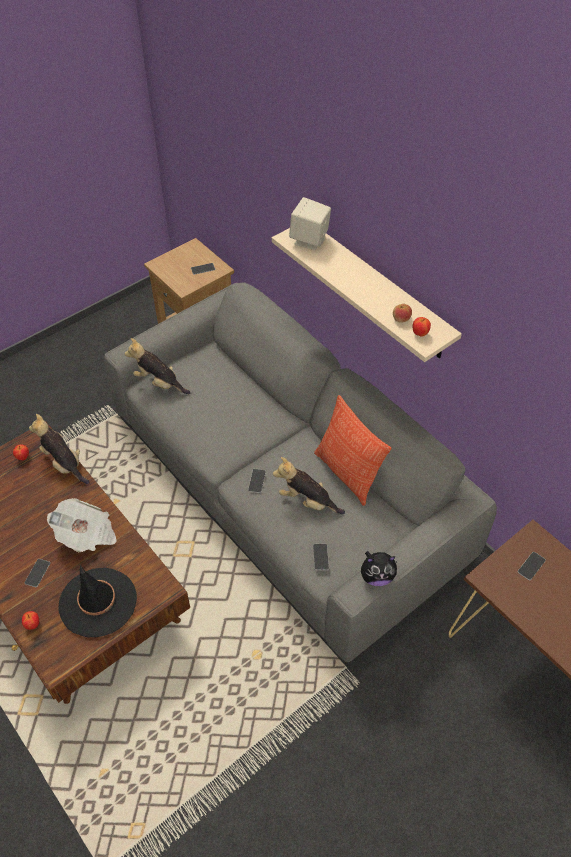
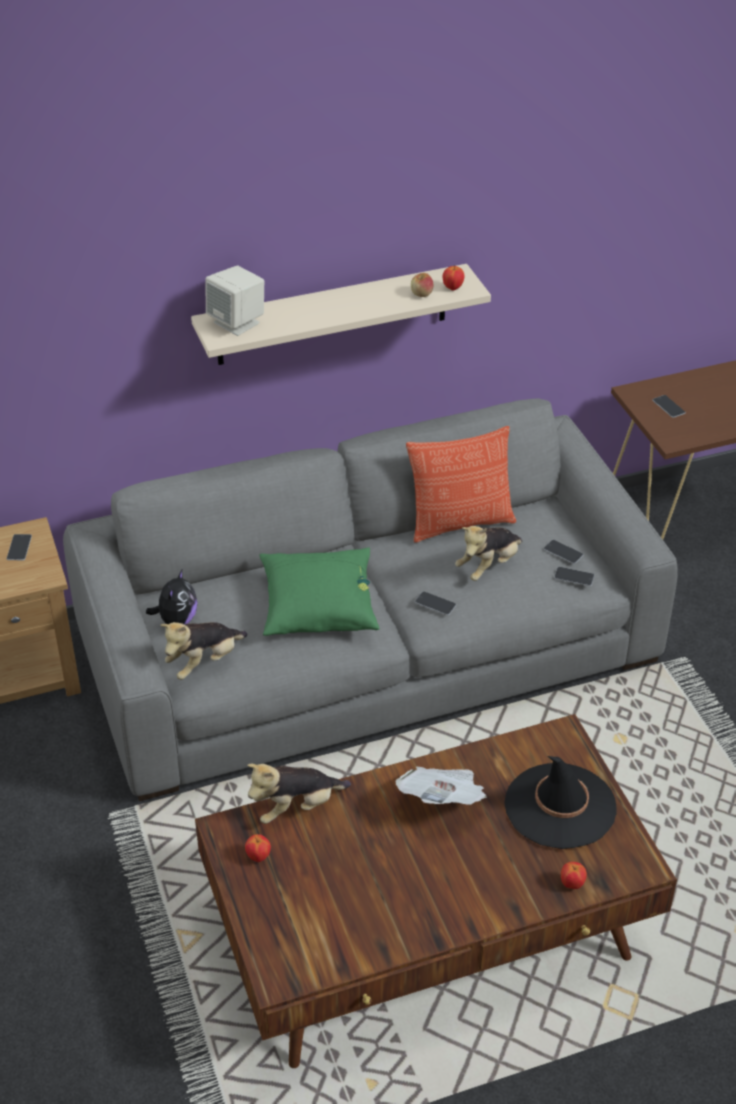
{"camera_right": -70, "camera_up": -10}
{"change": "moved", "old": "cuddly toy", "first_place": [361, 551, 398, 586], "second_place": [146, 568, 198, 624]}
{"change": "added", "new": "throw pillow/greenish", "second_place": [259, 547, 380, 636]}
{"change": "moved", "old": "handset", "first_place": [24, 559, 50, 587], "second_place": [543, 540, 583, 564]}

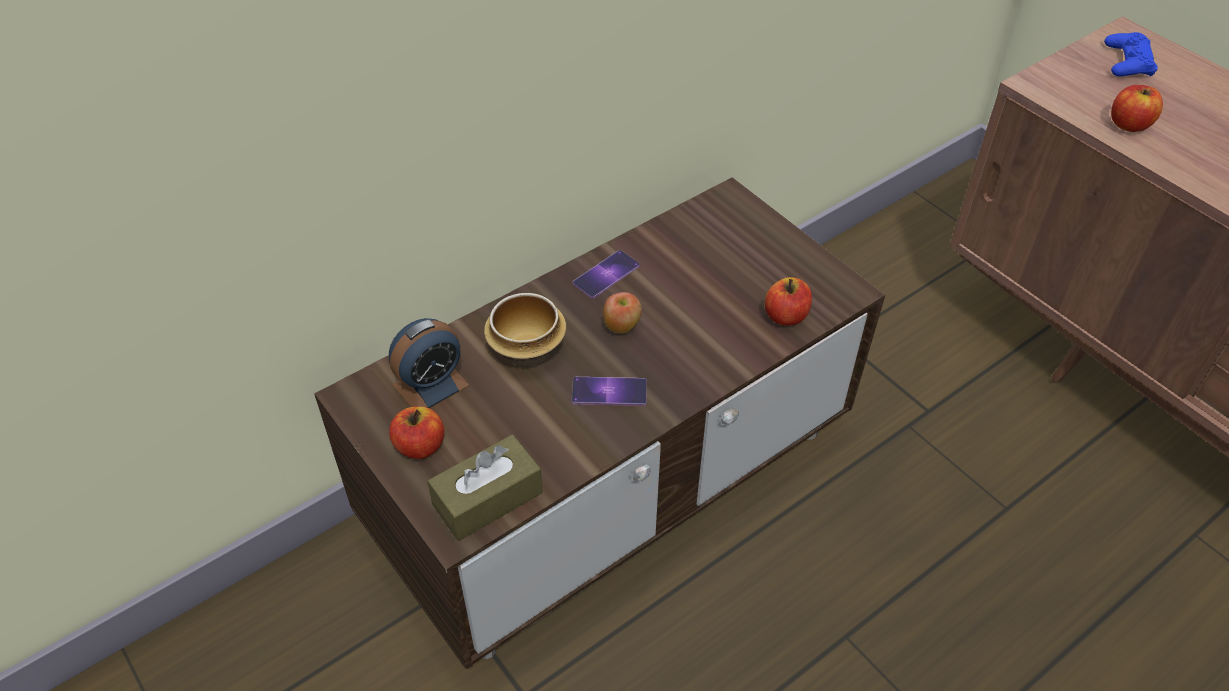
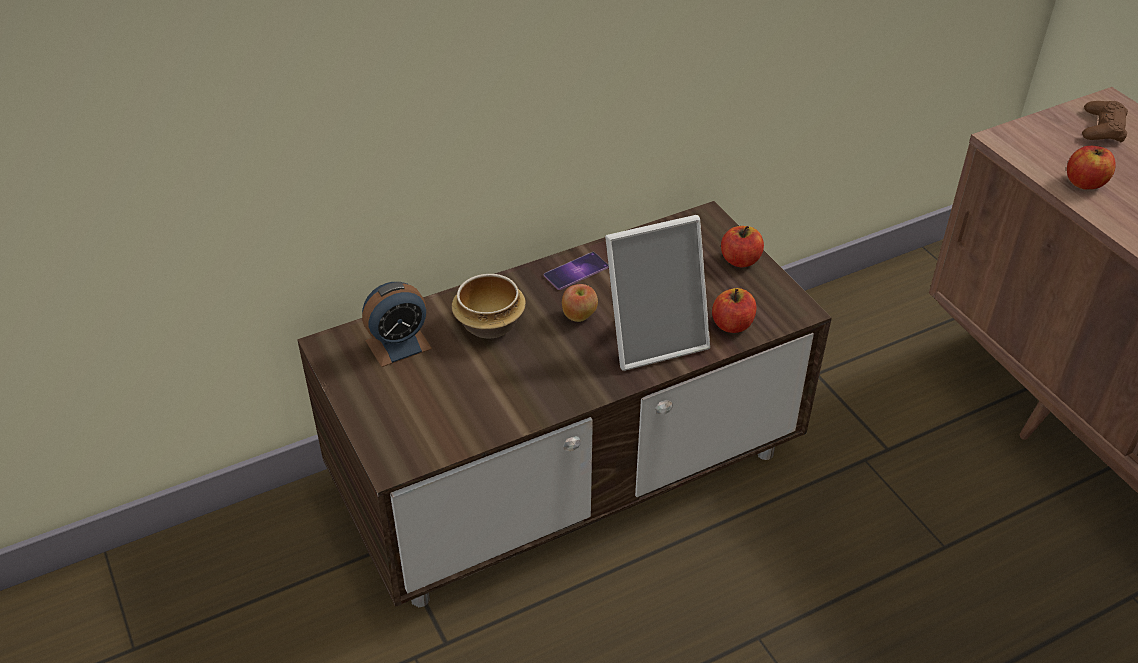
{"camera_right": 10, "camera_up": -5}
{"change": "added", "new": "photo frame", "second_place": [605, 215, 710, 371]}
{"change": "moved", "old": "whole apple", "first_place": [389, 406, 444, 459], "second_place": [721, 226, 764, 267]}
{"change": "recoloured", "old": "joypad/blue", "new": "joypad/brownish", "first_place": [1104, 32, 1158, 76], "second_place": [1082, 101, 1128, 143]}
{"change": "removed", "old": "tissue holder/brownish", "first_place": [427, 435, 543, 541]}
{"change": "removed", "old": "handset", "first_place": [572, 377, 647, 406]}

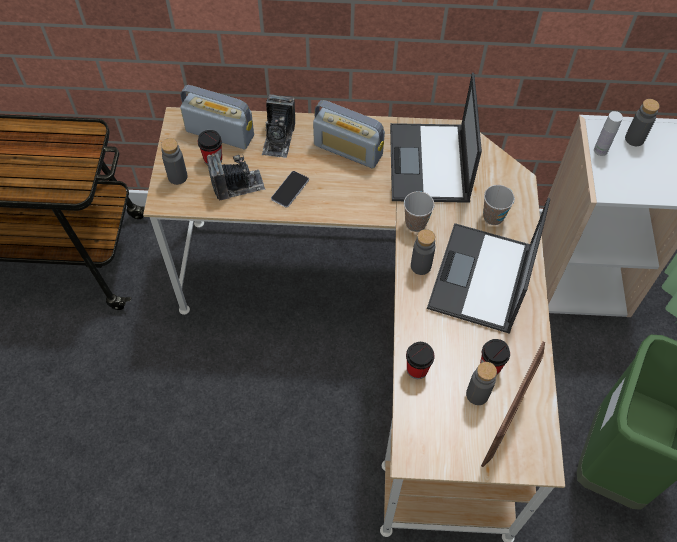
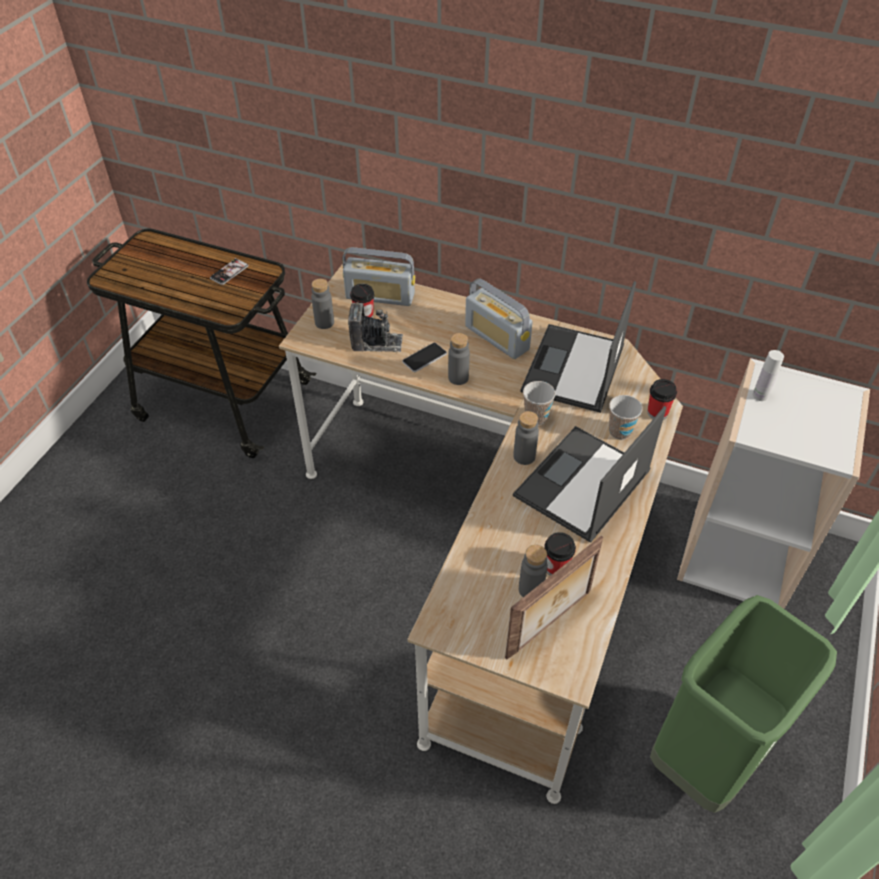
{"camera_right": 20, "camera_up": -10}
{"change": "added", "new": "handset", "second_place": [210, 258, 248, 285]}
{"change": "turned", "old": "radio set", "first_place": [180, 85, 254, 150], "second_place": [342, 247, 415, 306], "degrees": 150}
{"change": "moved", "old": "beverage bottle/gray", "first_place": [625, 99, 660, 146], "second_place": [448, 333, 470, 385]}
{"change": "moved", "old": "small cup", "first_place": [406, 342, 435, 379], "second_place": [647, 379, 677, 420]}
{"change": "removed", "old": "still camera", "first_place": [262, 94, 295, 158]}

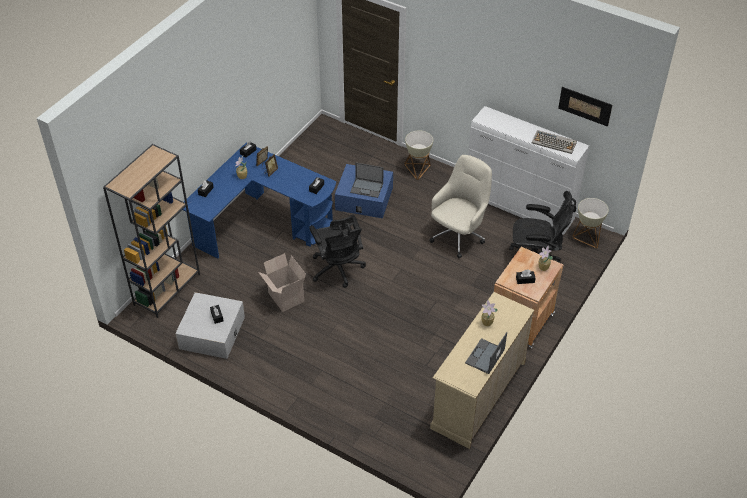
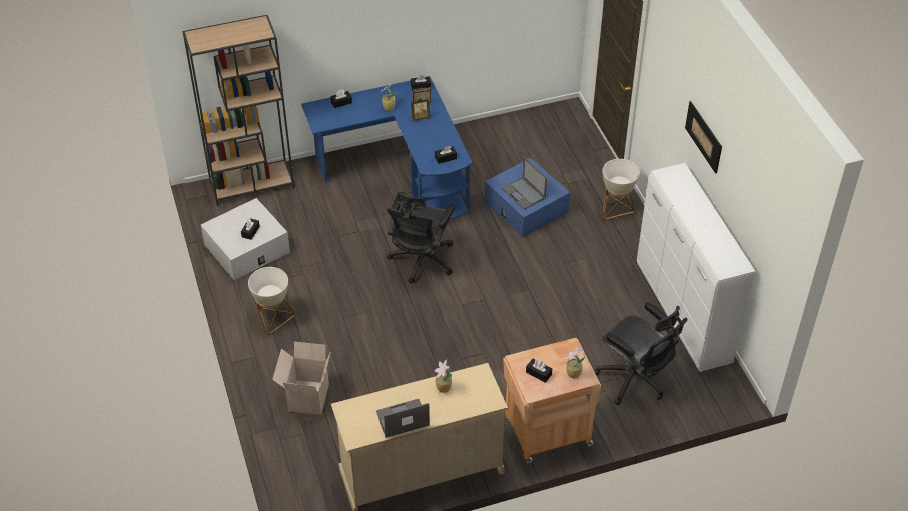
{"camera_right": 40, "camera_up": 0}
{"change": "moved", "old": "flower pot", "first_place": [573, 198, 609, 248], "second_place": [248, 267, 296, 335]}
{"change": "moved", "old": "packing box", "first_place": [258, 253, 306, 312], "second_place": [272, 342, 330, 415]}
{"change": "moved", "old": "picture", "first_place": [558, 87, 612, 127], "second_place": [685, 101, 722, 174]}
{"change": "removed", "old": "office chair/beige", "first_place": [429, 155, 492, 258]}
{"change": "removed", "old": "computer keyboard", "first_place": [532, 130, 577, 154]}

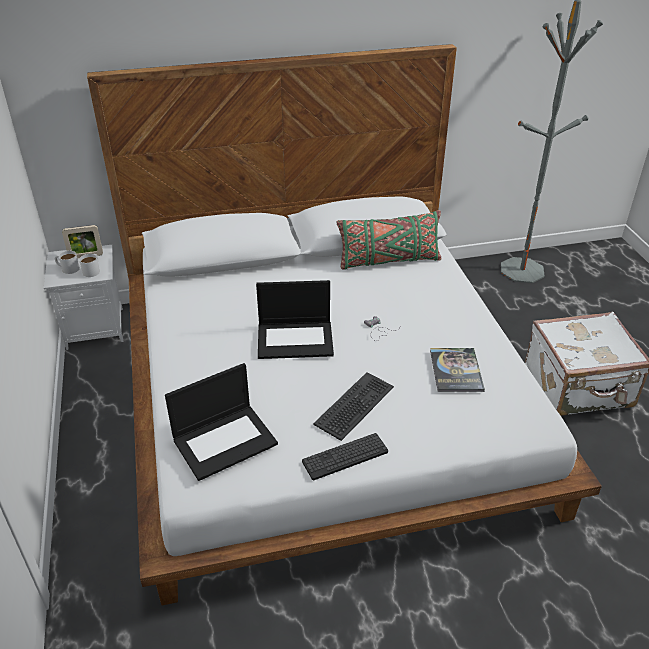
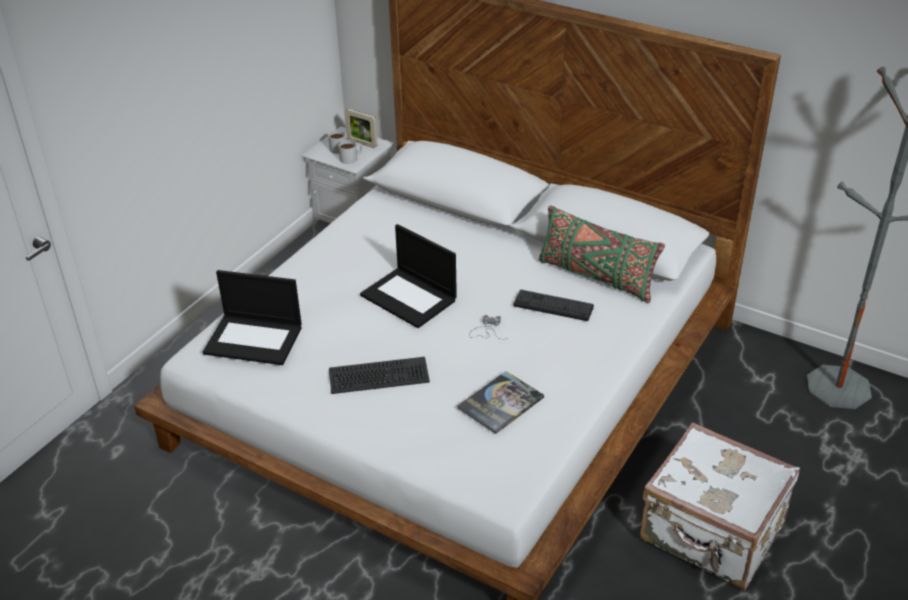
{"camera_right": 45, "camera_up": 0}
{"change": "moved", "old": "computer keyboard", "first_place": [302, 433, 388, 480], "second_place": [514, 290, 594, 321]}

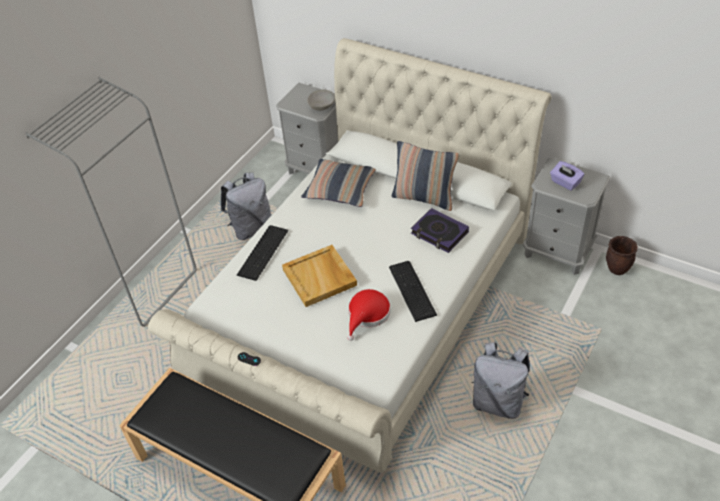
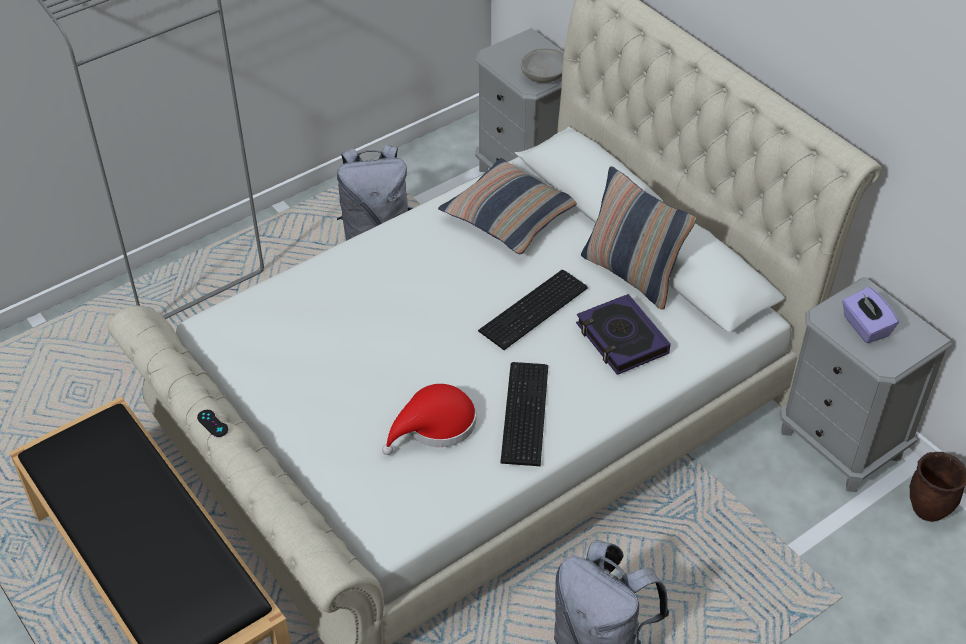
{"camera_right": 20, "camera_up": 0}
{"change": "moved", "old": "computer keyboard", "first_place": [237, 225, 288, 281], "second_place": [478, 270, 588, 350]}
{"change": "removed", "old": "serving tray/beige", "first_place": [282, 245, 357, 307]}

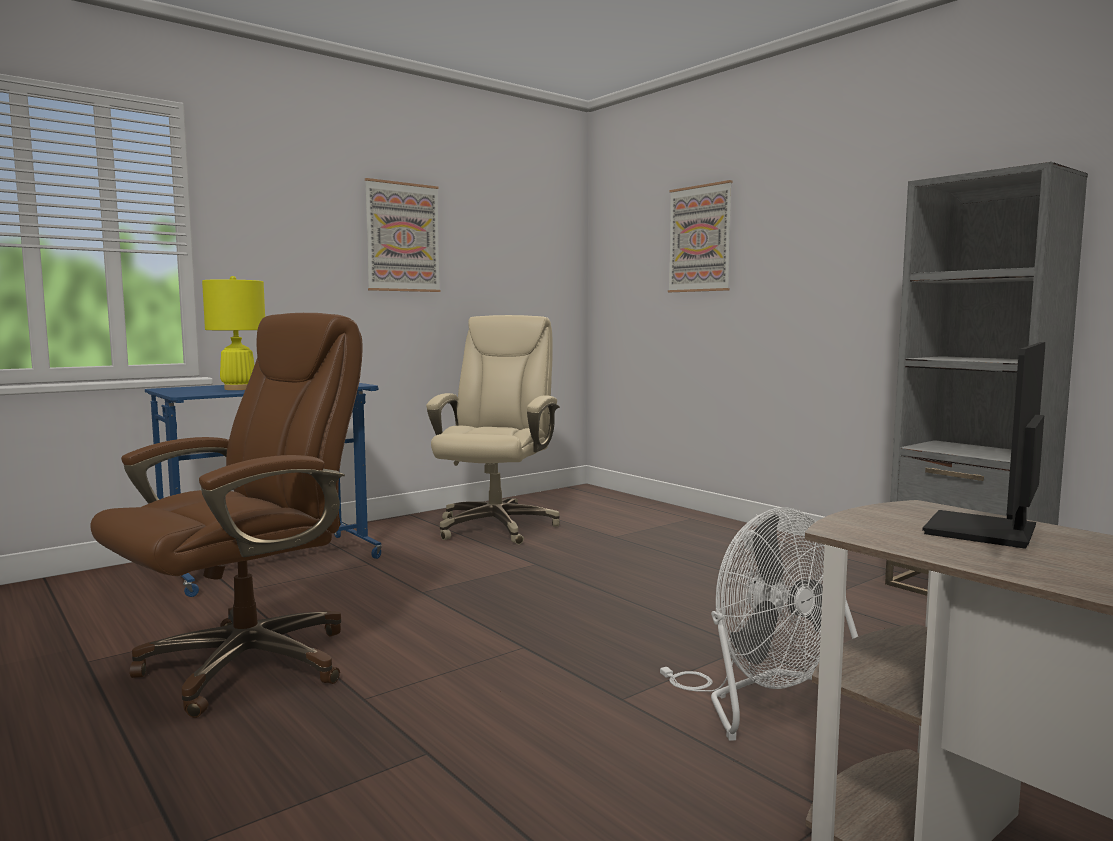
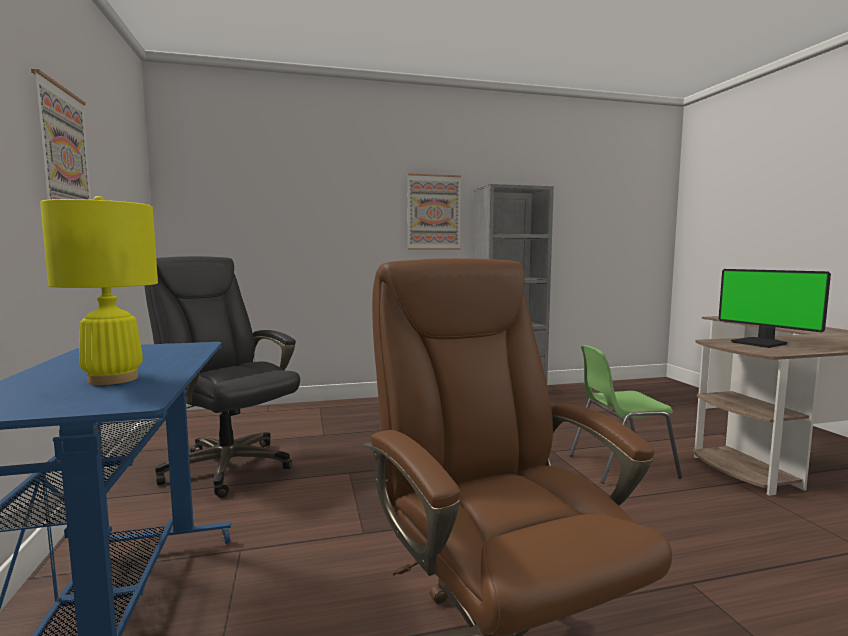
{"camera_right": -65, "camera_up": 0}
{"change": "recoloured", "old": "office chair/beige", "new": "office chair/black", "first_place": [426, 315, 560, 544], "second_place": [145, 256, 300, 497]}
{"change": "moved", "old": "picture", "first_place": [668, 180, 733, 292], "second_place": [407, 173, 461, 250]}
{"change": "replaced", "old": "cooling fan/white-coloured", "new": "plain chair/greenish", "first_place": [660, 507, 858, 741], "second_place": [569, 345, 682, 484]}

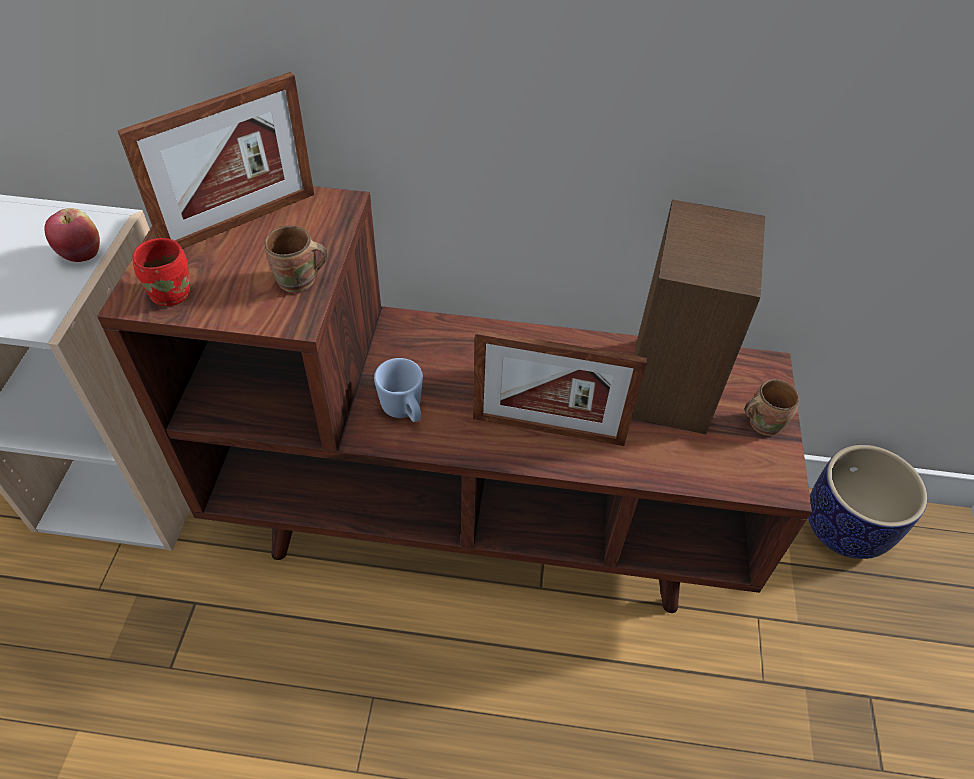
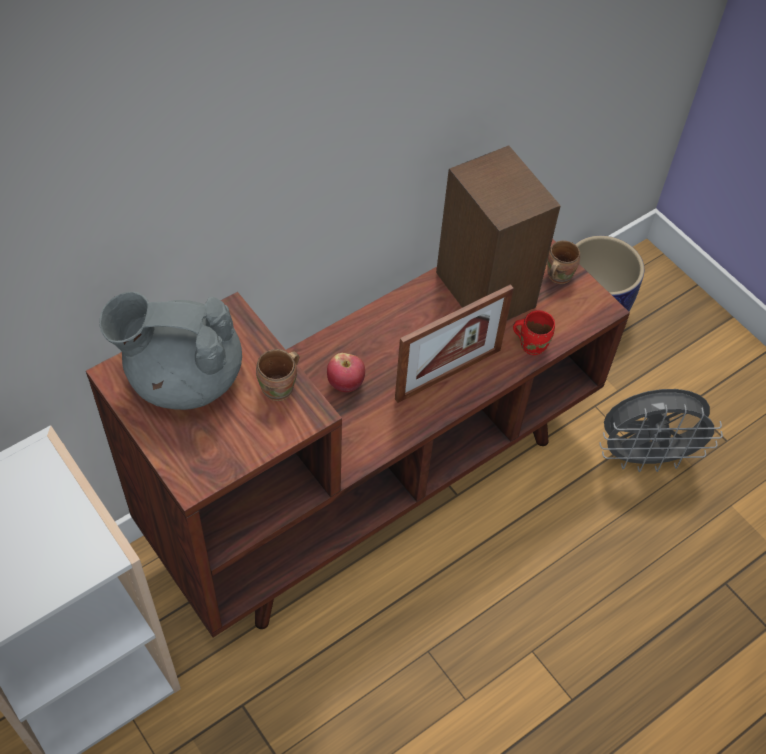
{"camera_right": -45, "camera_up": 5}
{"change": "replaced", "old": "photo frame", "new": "teapot/gray", "first_place": [118, 72, 314, 249], "second_place": [99, 292, 242, 410]}
{"change": "moved", "old": "whole apple", "first_place": [44, 208, 100, 262], "second_place": [327, 353, 365, 392]}
{"change": "moved", "old": "mug/red-coloured", "first_place": [133, 238, 190, 306], "second_place": [513, 310, 555, 355]}
{"change": "added", "new": "cooling fan/gray", "second_place": [599, 389, 723, 472]}
{"change": "removed", "old": "mug/blue", "first_place": [374, 358, 423, 422]}

